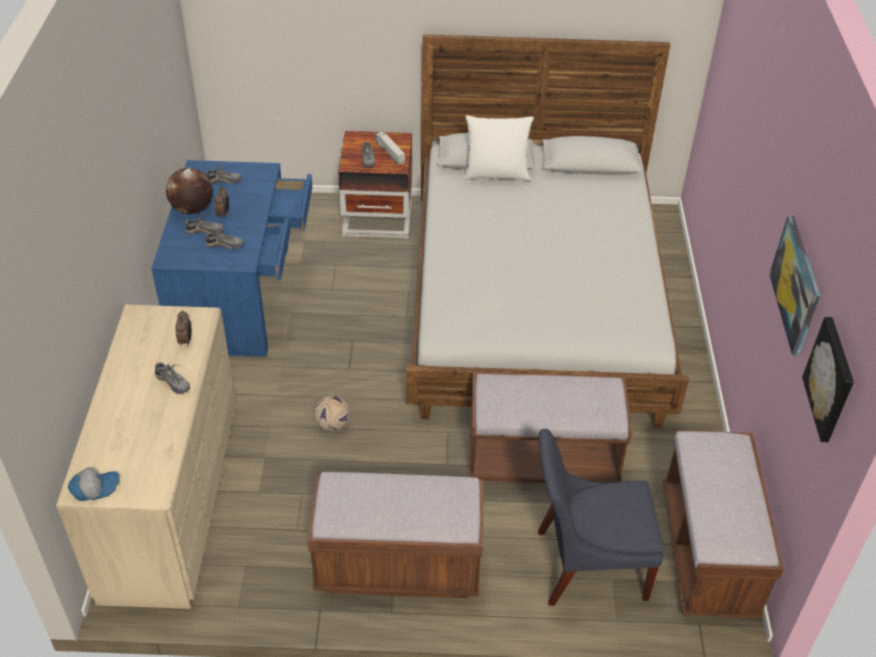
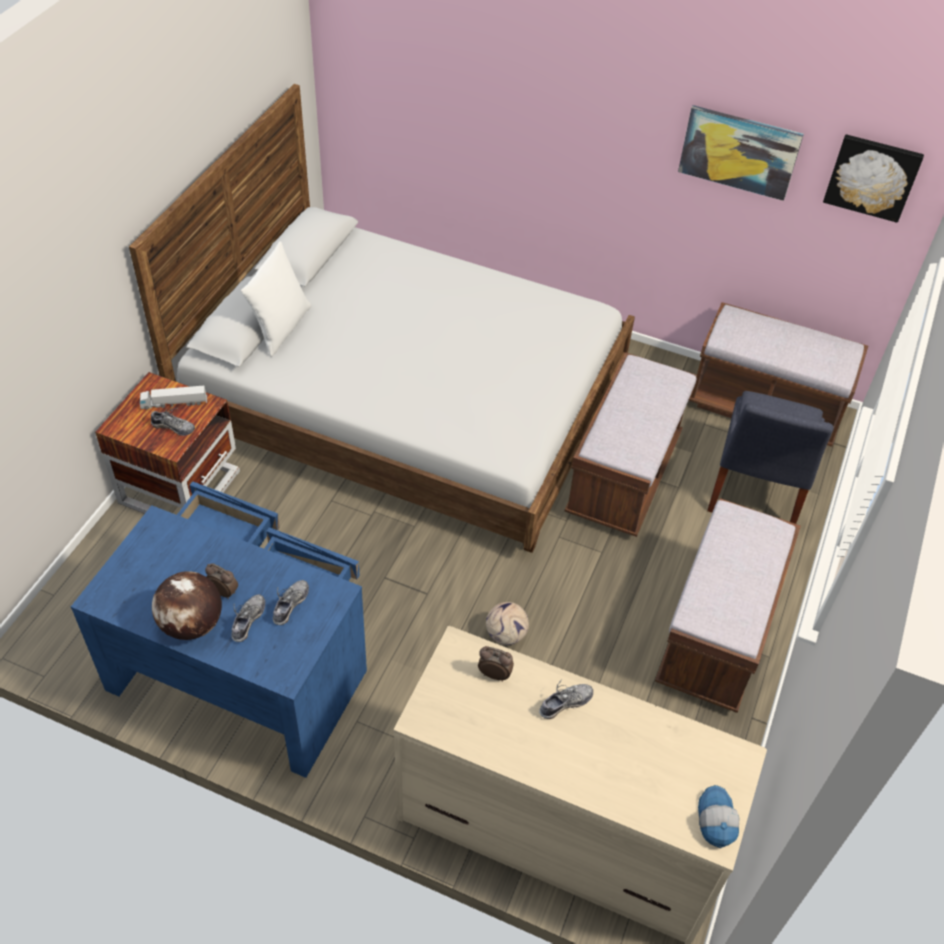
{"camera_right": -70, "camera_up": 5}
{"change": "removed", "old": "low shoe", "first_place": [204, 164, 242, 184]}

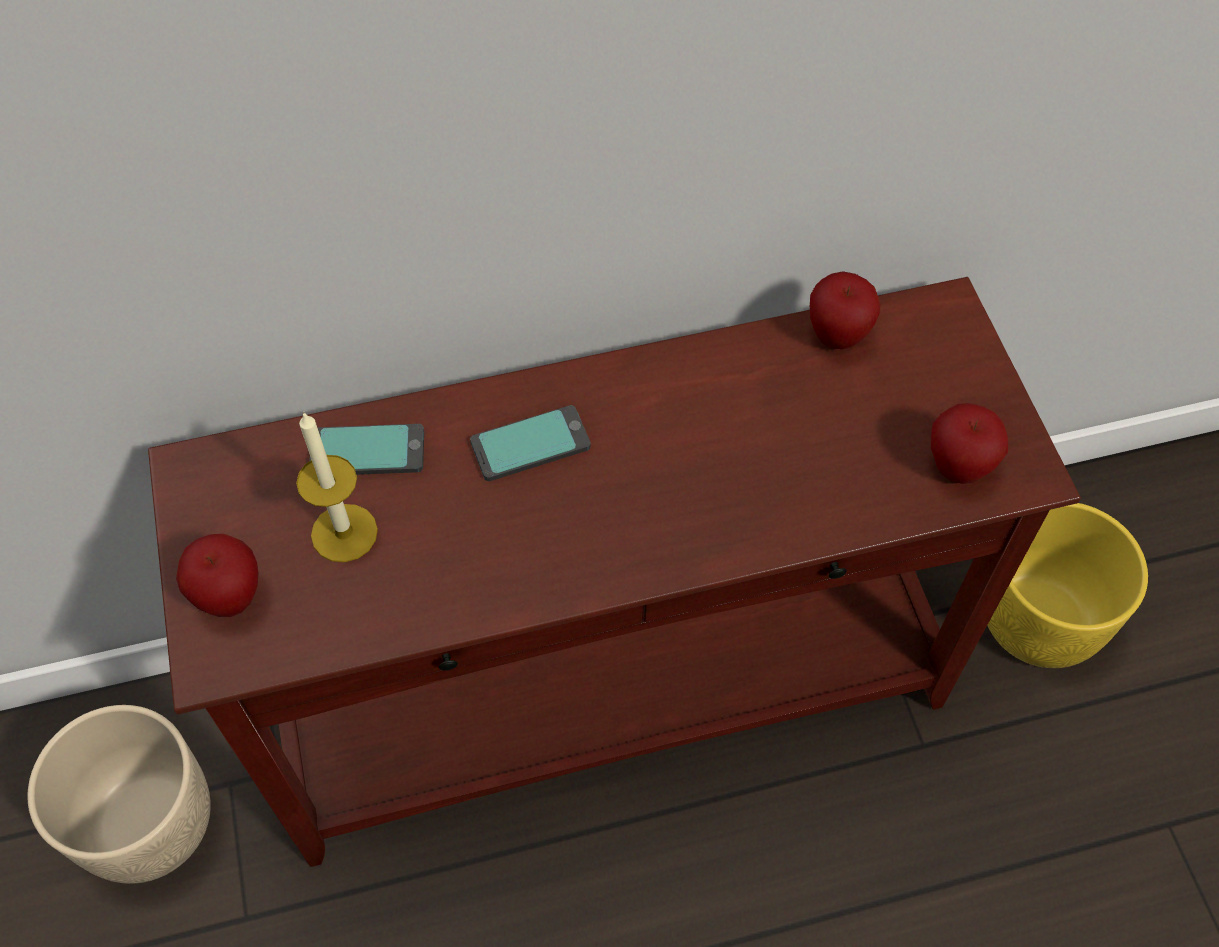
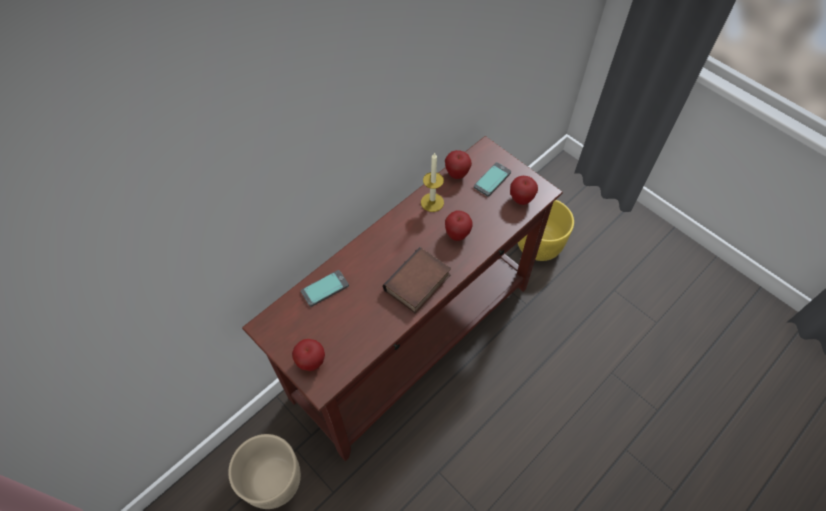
{"camera_right": -30, "camera_up": 0}
{"change": "added", "new": "bound book", "second_place": [383, 247, 451, 314]}
{"change": "moved", "old": "wax candle", "first_place": [296, 413, 378, 562], "second_place": [421, 152, 444, 212]}
{"change": "added", "new": "whole apple", "second_place": [445, 211, 473, 241]}
{"change": "moved", "old": "handset", "first_place": [470, 405, 591, 481], "second_place": [474, 162, 511, 197]}

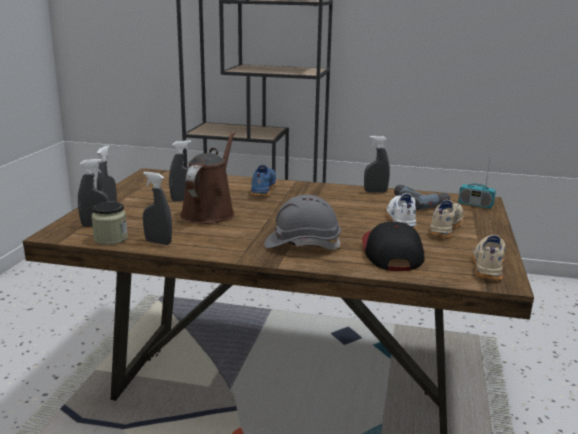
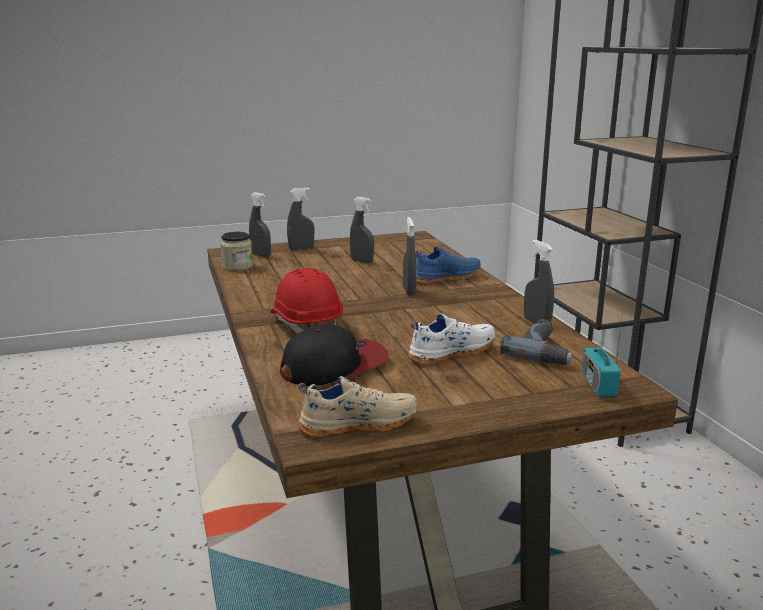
{"camera_right": 60, "camera_up": 0}
{"change": "recoloured", "old": "hard hat/gray", "new": "hard hat/red-coloured", "first_place": [264, 195, 341, 250], "second_place": [271, 268, 343, 334]}
{"change": "moved", "old": "spray bottle/gray", "first_place": [143, 172, 172, 245], "second_place": [403, 217, 416, 296]}
{"change": "removed", "old": "watering pot/brownish", "first_place": [180, 131, 236, 224]}
{"change": "removed", "old": "low shoe/beige", "first_place": [429, 200, 463, 238]}

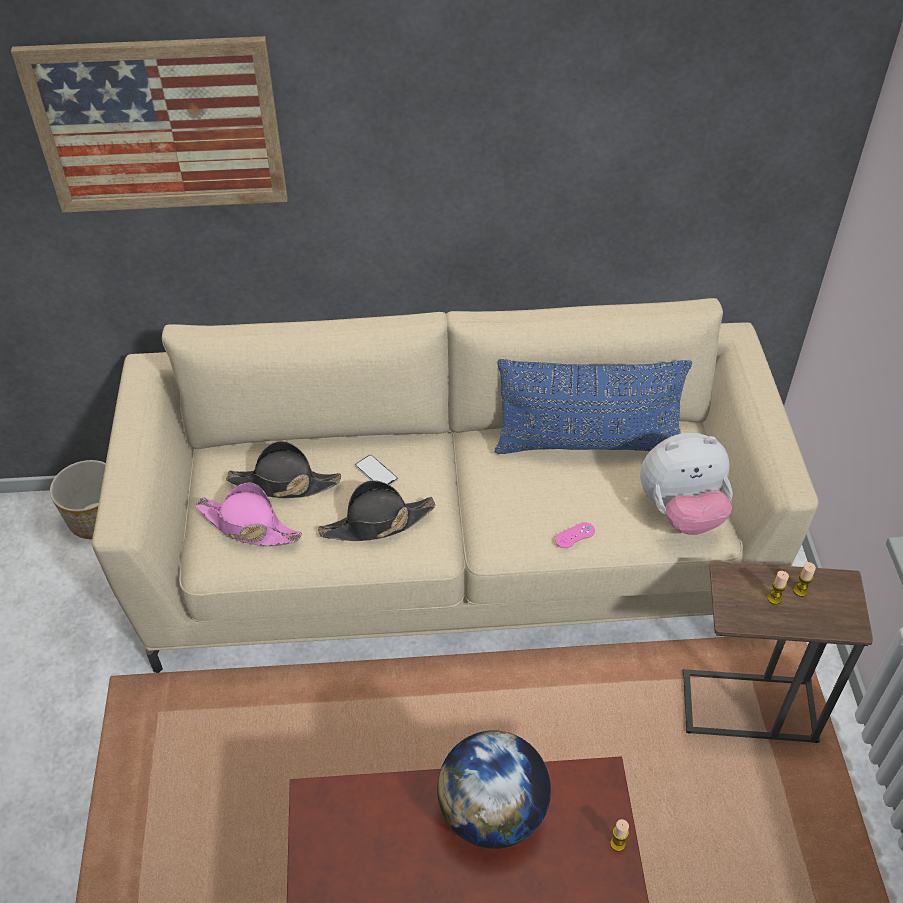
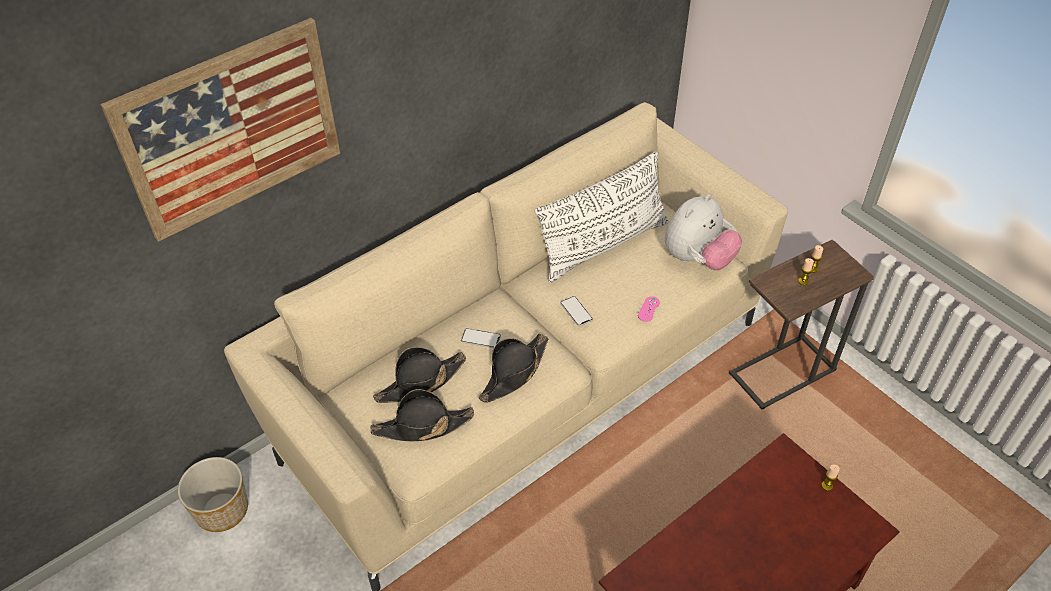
{"camera_right": -35, "camera_up": 0}
{"change": "recoloured", "old": "clothing hat/pink-coloured", "new": "clothing hat/black", "first_place": [195, 482, 302, 547], "second_place": [370, 389, 474, 442]}
{"change": "recoloured", "old": "throw pillow/blue", "new": "throw pillow/white-coloured", "first_place": [494, 359, 692, 454], "second_place": [535, 151, 669, 283]}
{"change": "added", "new": "handset", "second_place": [560, 296, 593, 326]}
{"change": "removed", "old": "desk globe", "first_place": [437, 730, 551, 849]}

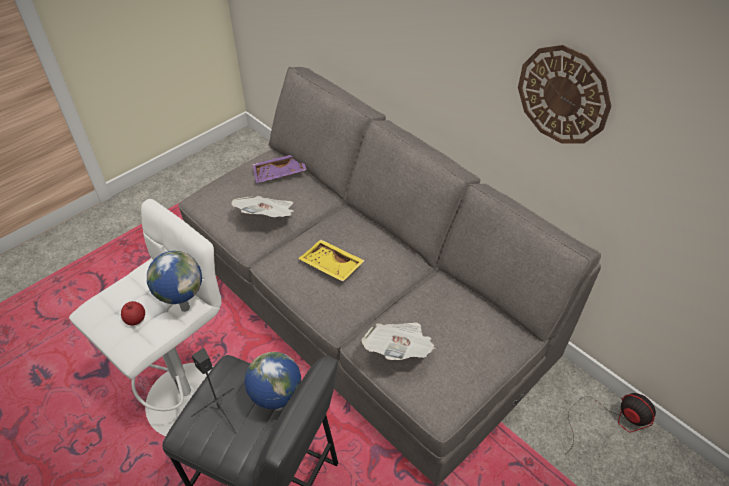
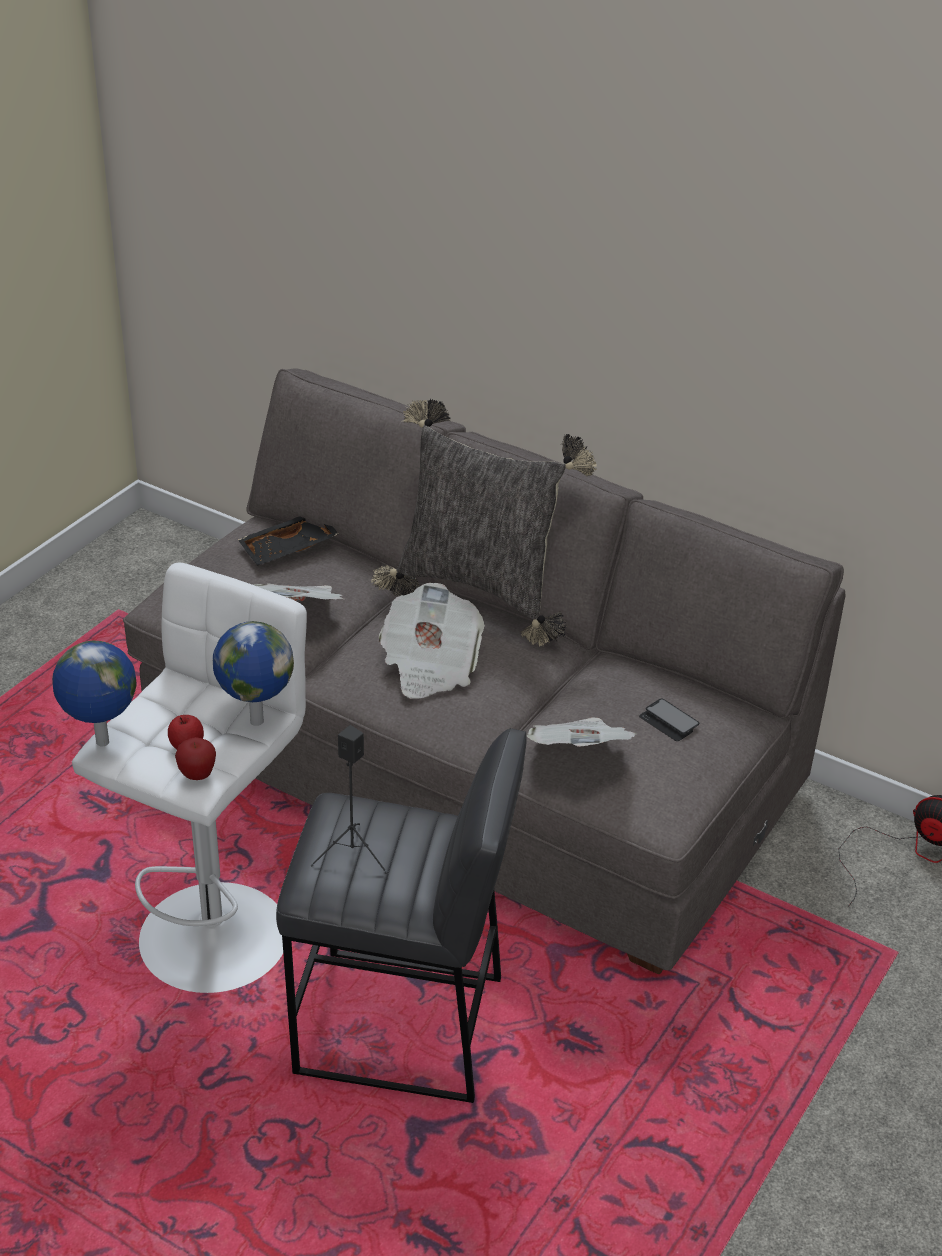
{"camera_right": -15, "camera_up": -10}
{"change": "moved", "old": "desk globe", "first_place": [244, 352, 301, 411], "second_place": [52, 641, 136, 747]}
{"change": "added", "new": "whole apple", "second_place": [175, 737, 216, 780]}
{"change": "recoloured", "old": "serving tray/purple", "new": "serving tray/black", "first_place": [253, 155, 307, 183], "second_place": [238, 516, 339, 566]}
{"change": "added", "new": "throw pillow", "second_place": [371, 399, 597, 647]}
{"change": "replaced", "old": "serving tray/yellow-coloured", "new": "daily paper", "first_place": [298, 240, 365, 281], "second_place": [379, 583, 485, 699]}
{"change": "added", "new": "handset", "second_place": [639, 699, 699, 741]}
{"change": "removed", "old": "wall clock", "first_place": [518, 45, 611, 144]}

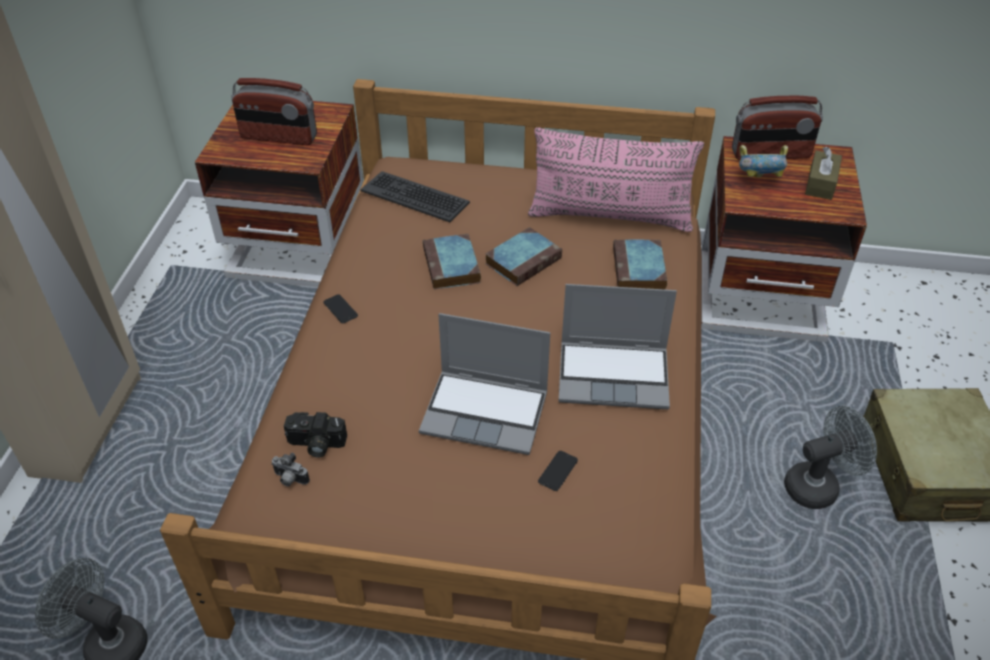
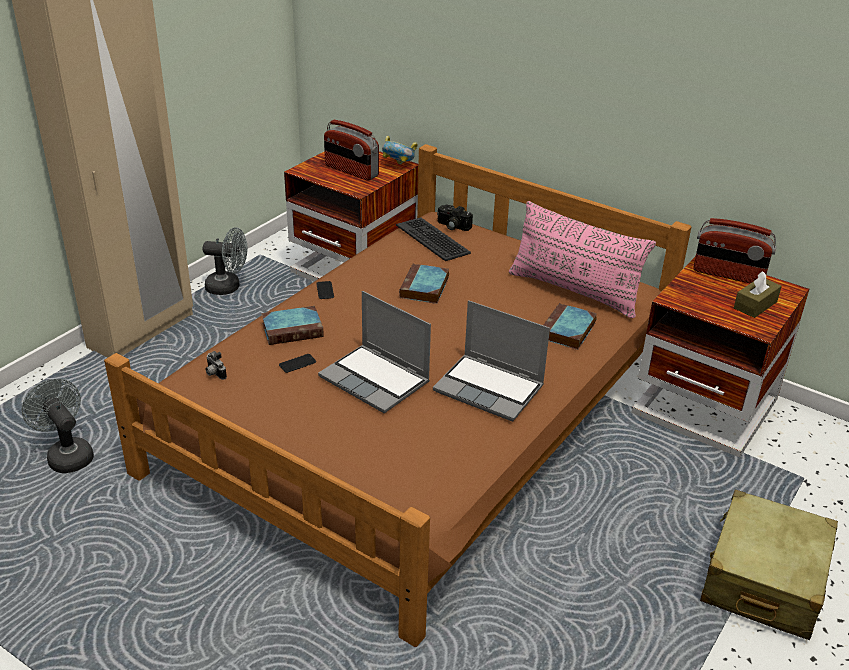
{"camera_right": 25, "camera_up": -10}
{"change": "moved", "old": "cooling fan/gray", "first_place": [784, 406, 877, 509], "second_place": [203, 227, 247, 295]}
{"change": "moved", "old": "bound book", "first_place": [485, 227, 562, 286], "second_place": [261, 306, 324, 345]}
{"change": "moved", "old": "handset", "first_place": [538, 451, 578, 491], "second_place": [279, 354, 316, 373]}
{"change": "moved", "old": "serving bowl", "first_place": [739, 145, 788, 178], "second_place": [382, 136, 418, 164]}
{"change": "moved", "old": "still camera", "first_place": [284, 412, 347, 458], "second_place": [437, 205, 473, 231]}

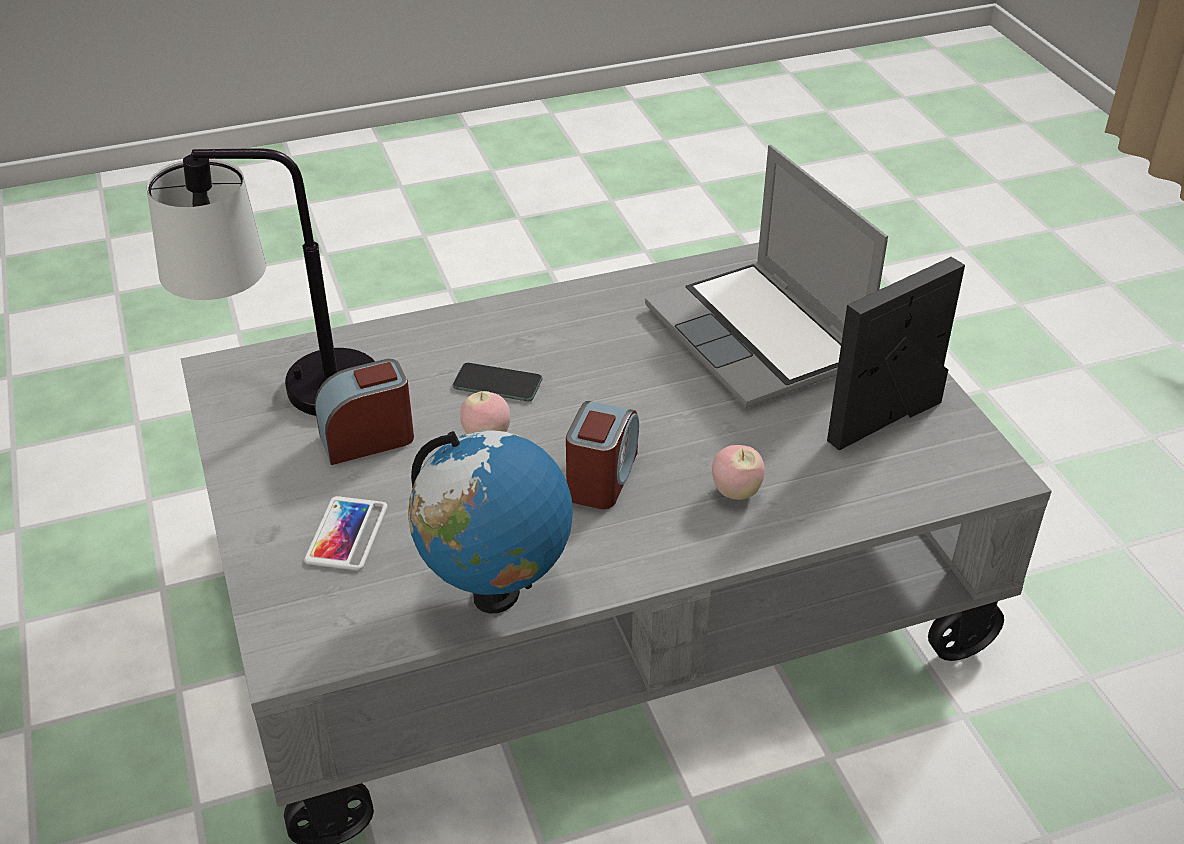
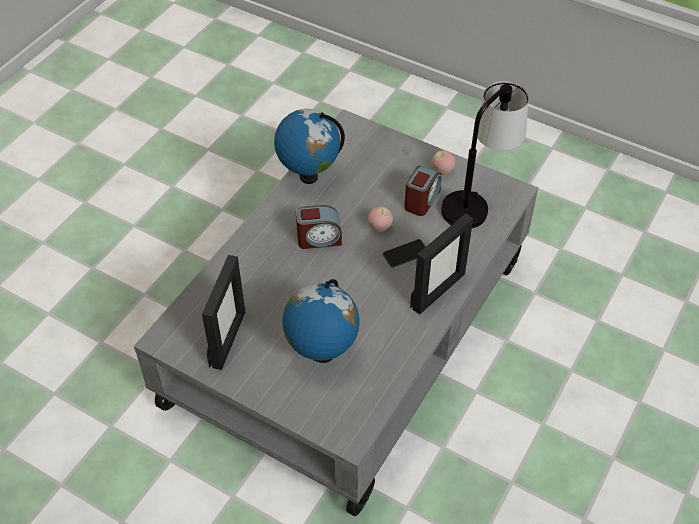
{"camera_right": 140, "camera_up": 10}
{"change": "replaced", "old": "laptop", "new": "desk globe", "first_place": [645, 145, 888, 408], "second_place": [282, 279, 360, 363]}
{"change": "turned", "old": "table clock", "first_place": [566, 401, 639, 509], "second_place": [296, 205, 342, 249], "degrees": -75}
{"change": "added", "new": "photo frame", "second_place": [410, 213, 473, 315]}
{"change": "moved", "old": "whole apple", "first_place": [712, 445, 765, 500], "second_place": [432, 150, 455, 175]}
{"change": "removed", "old": "handset", "first_place": [304, 496, 388, 570]}

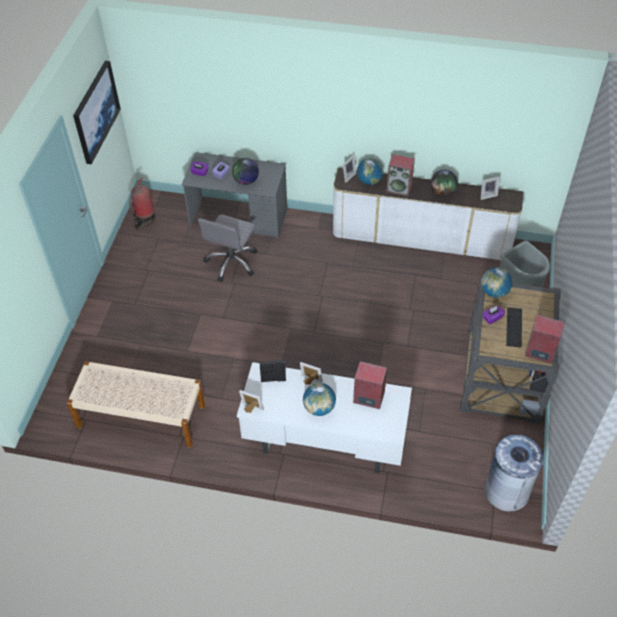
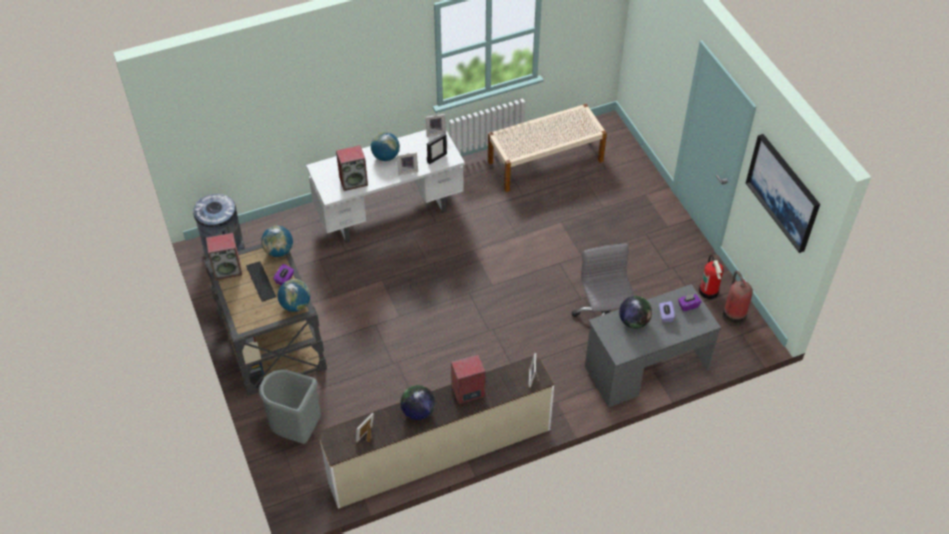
{"camera_right": 145, "camera_up": 0}
{"change": "moved", "old": "desk globe", "first_place": [357, 158, 383, 185], "second_place": [261, 226, 293, 257]}
{"change": "added", "new": "extinguisher", "second_place": [699, 255, 724, 299]}

